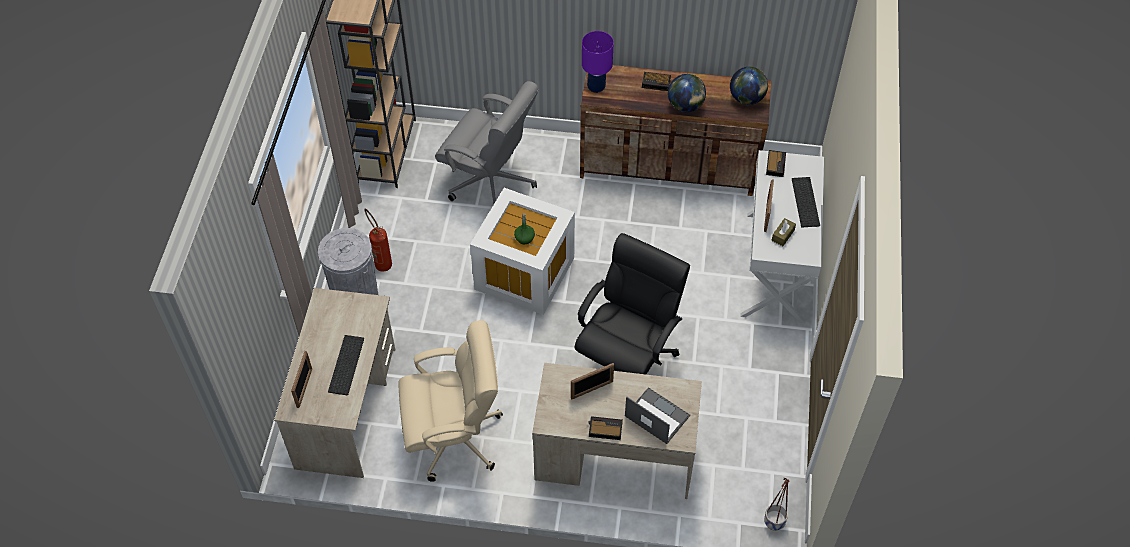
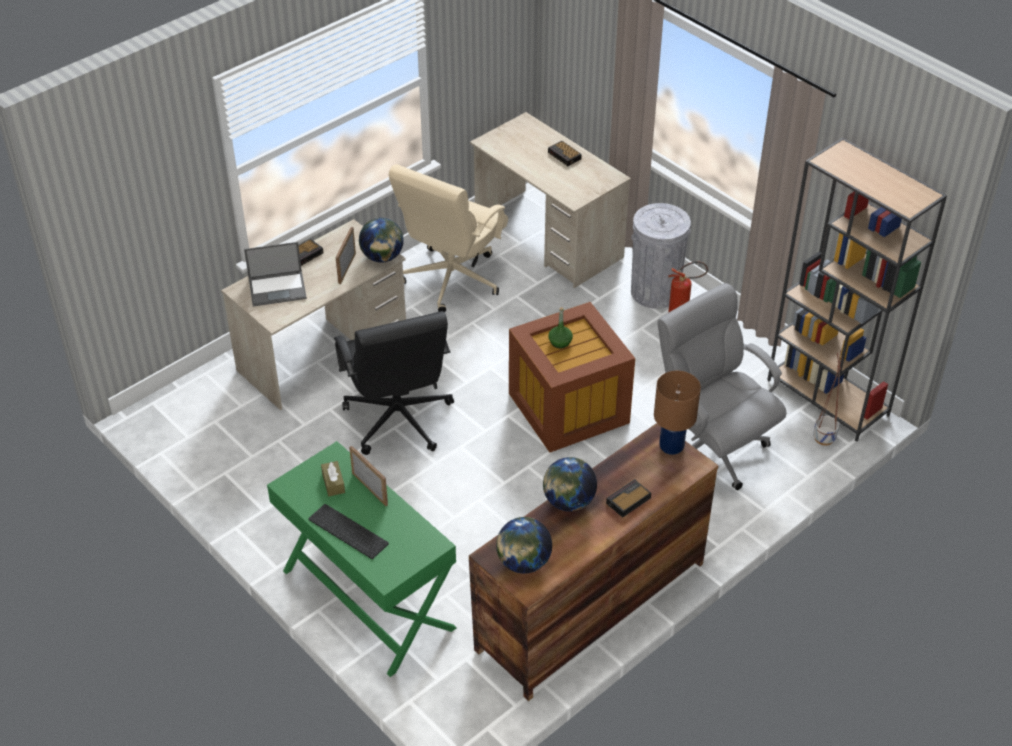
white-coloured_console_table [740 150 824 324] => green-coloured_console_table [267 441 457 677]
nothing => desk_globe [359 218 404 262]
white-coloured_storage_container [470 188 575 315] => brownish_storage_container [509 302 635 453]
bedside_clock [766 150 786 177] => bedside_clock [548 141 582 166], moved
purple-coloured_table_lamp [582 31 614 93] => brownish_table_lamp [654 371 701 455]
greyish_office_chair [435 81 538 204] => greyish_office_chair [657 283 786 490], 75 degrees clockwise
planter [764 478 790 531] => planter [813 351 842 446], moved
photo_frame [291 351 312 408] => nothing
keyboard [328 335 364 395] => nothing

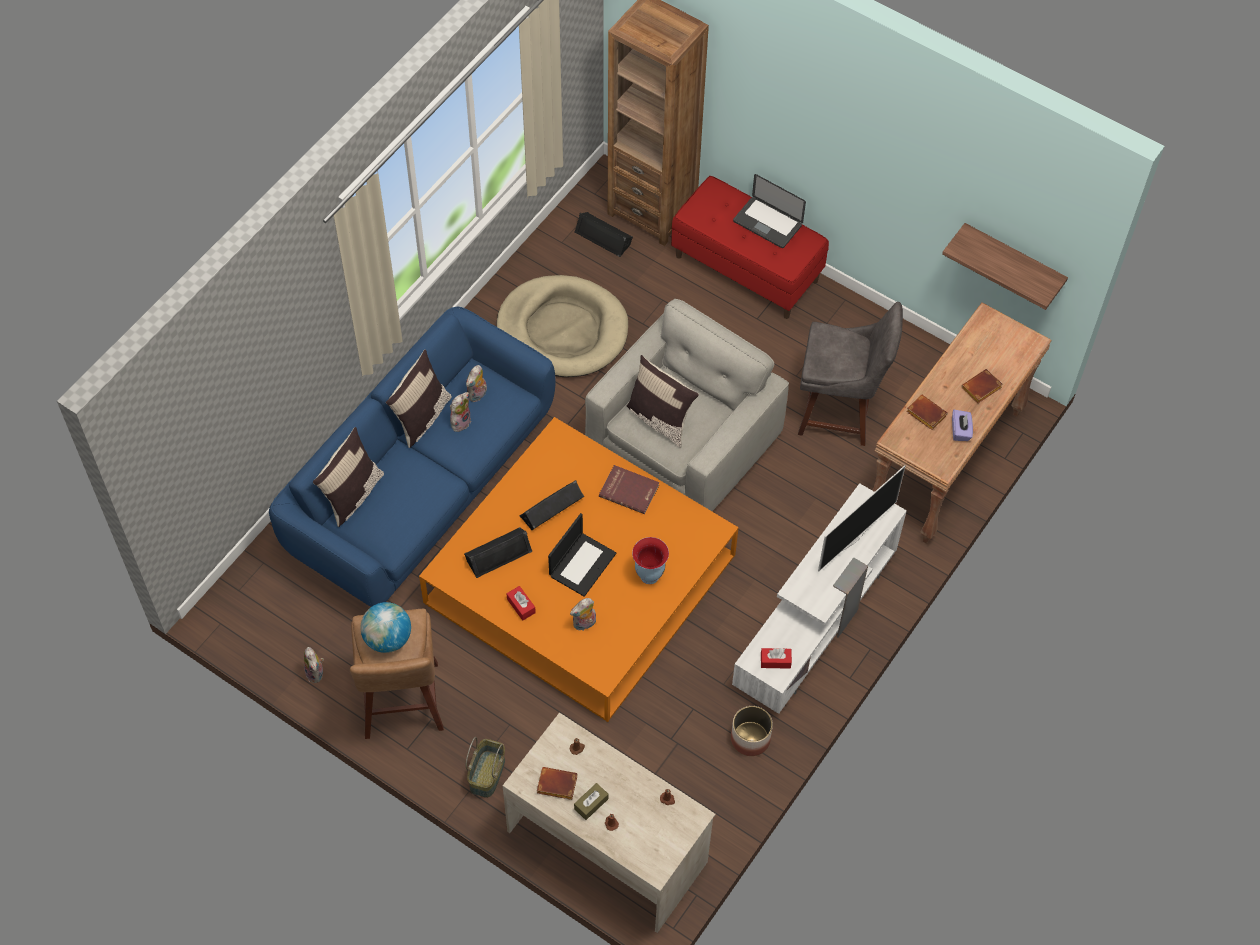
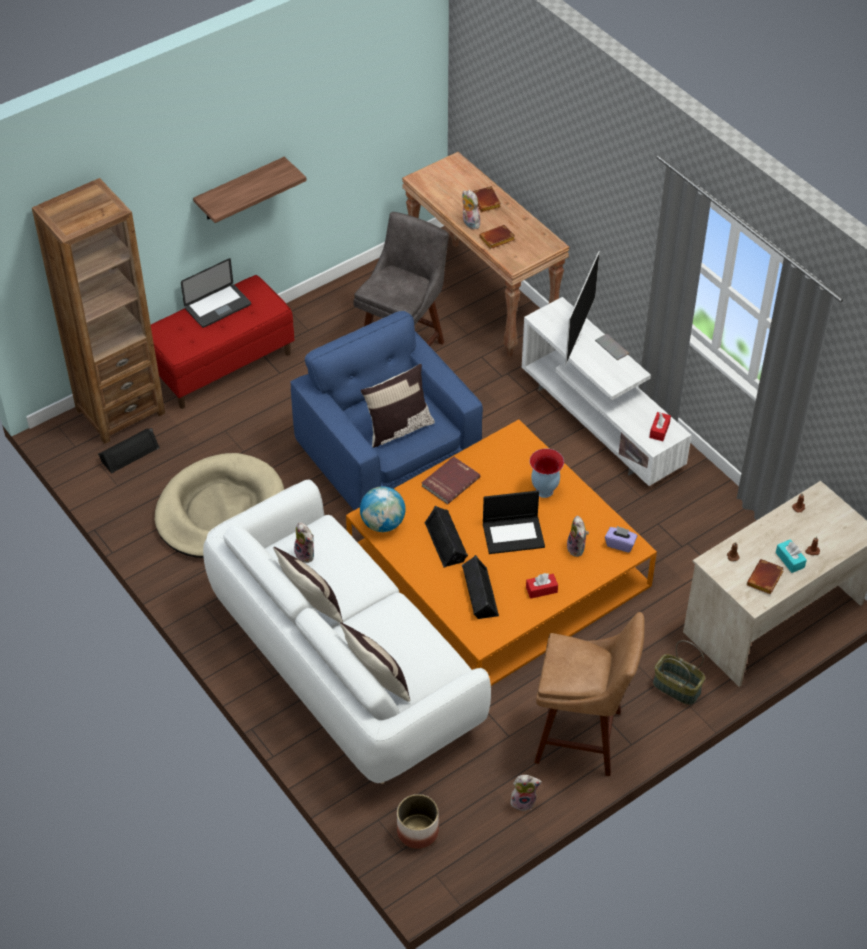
shelf [942 223 1068 310] => shelf [193 157 307 223], moved
bluish_sofa [269 307 556 607] => white-coloured_sofa [203 480 491 784]
greyish_lounge_chair [585 299 789 511] => bluish_lounge_chair [290 311 483 510]
desk_globe [360 602 411 653] => desk_globe [360 486 406 532], moved
planter [731 706 773 756] => planter [397 794 439 849], moved
soft_toy [450 392 471 432] => soft_toy [462 190 482 229], moved
laptop [548 513 616 597] => laptop [483 490 545 554], 120 degrees clockwise
television [818 465 905 571] => television [565 251 600 364], 45 degrees clockwise
purple-coloured_tissue_holder [952 410 973 441] => purple-coloured_tissue_holder [605 526 637 553], moved
brownish_tissue_holder [574 783 608 820] => blue-green_tissue_holder [776 540 807 573]

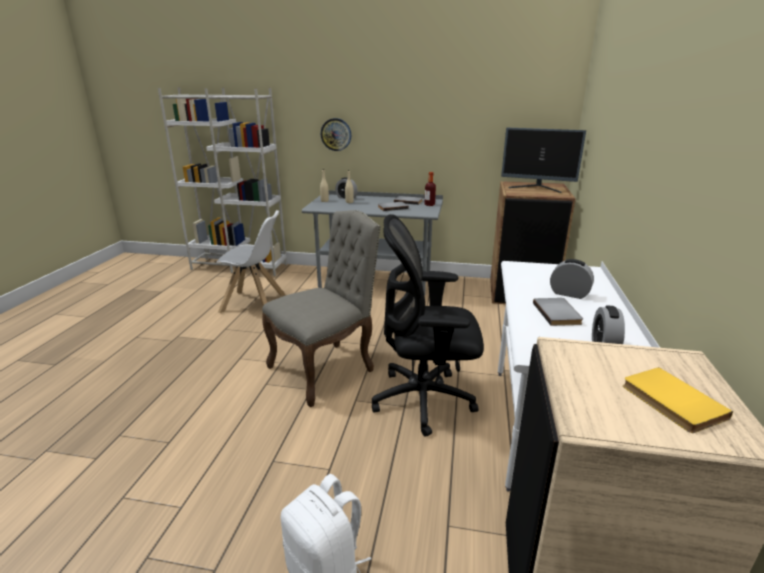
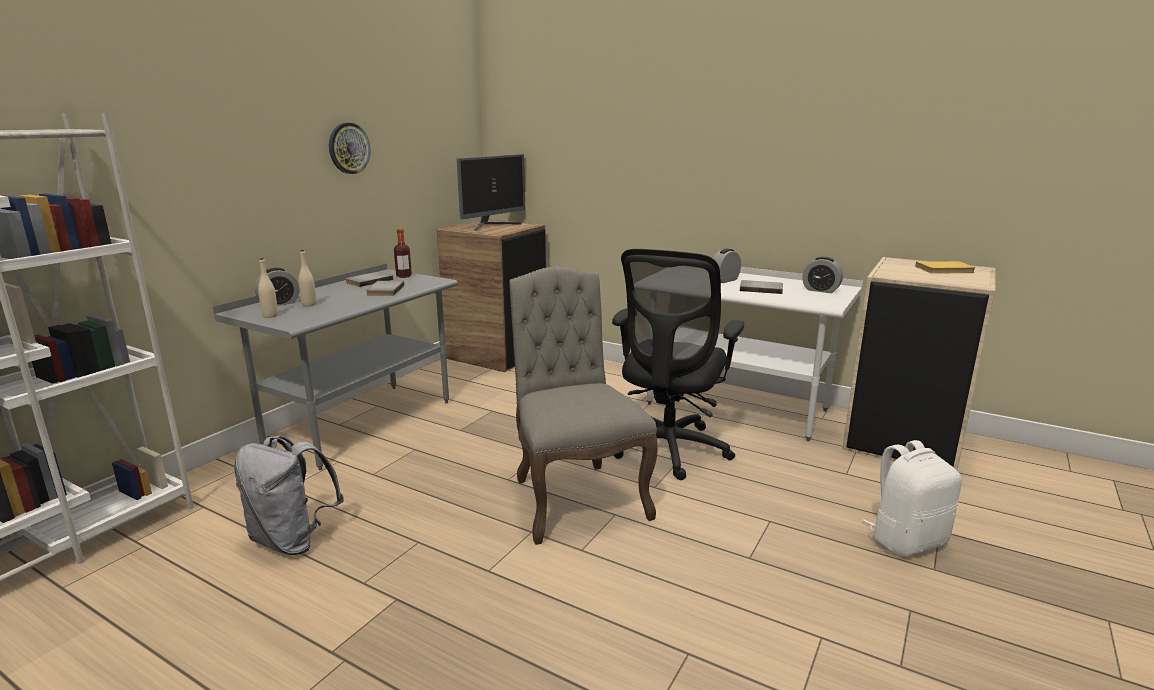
upright_chair [217 210 286 313] => greyish_rucksack [234 435 344 555]
wall_clock [321 118 351 151] => wall_clock [329 123 370 174], moved

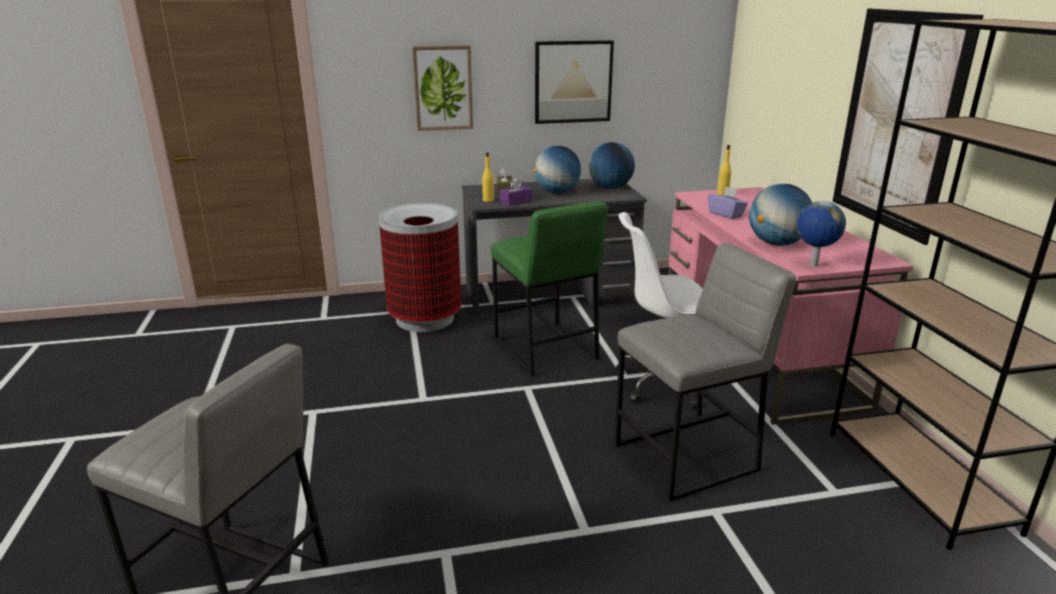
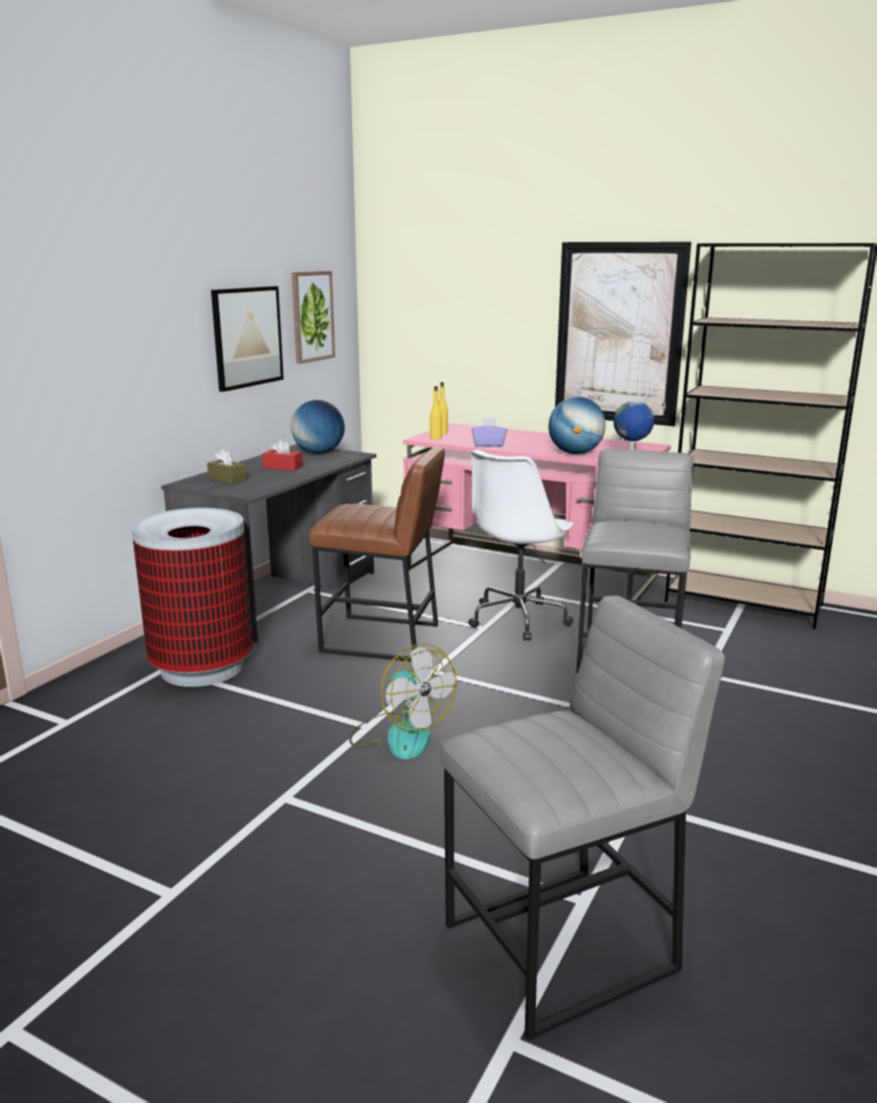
desk_globe [534 146 581 193] => red-coloured_tissue_holder [262 438 303 471]
wall_picture [412 45 473 131] => wall_picture [292 271 335 364], moved
green-coloured_upright_chair [491 201 608 376] => brownish_upright_chair [309 447 445 662]
nothing => electric_fan [349 644 457 759]
yellow_bottle [482 152 494 202] => yellow_bottle [430 386 442 440], moved
purple-coloured_tissue_holder [499 177 532 206] => nothing

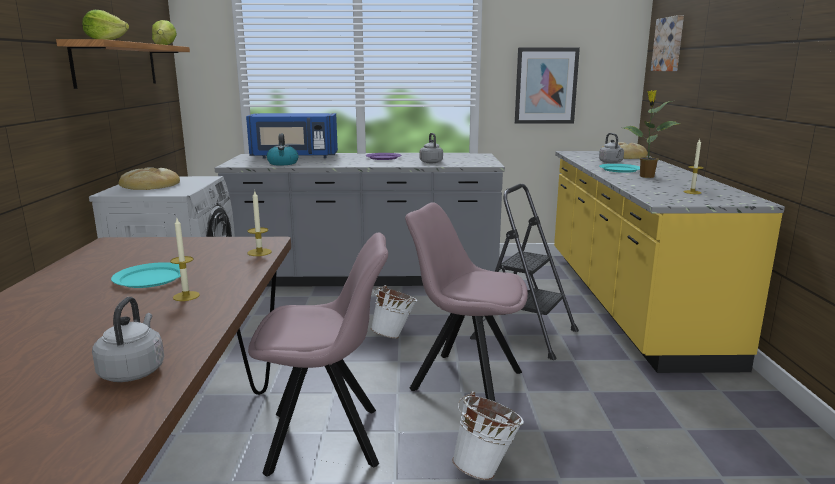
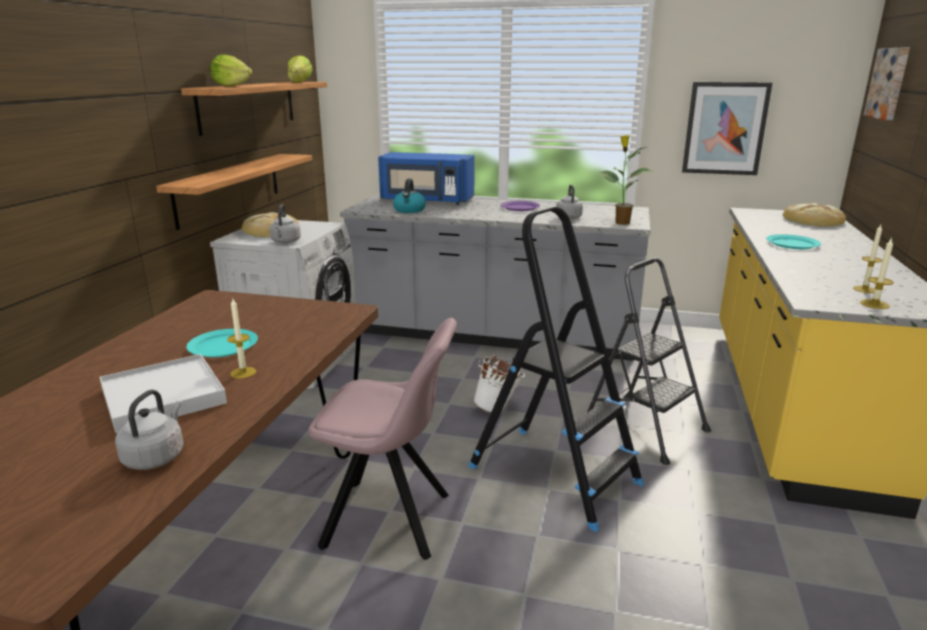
nothing => white-coloured_tray [99 354 227 433]
nothing => shelf [156 154 312 230]
greyish_water_kettle [599 133 624 163] => greyish_water_kettle [270 204 301 243], moved
pinkish_upright_chair [405 202 528 401] => black_step_stool [468 207 644 532]
potted_plant [623 90 681 178] => potted_plant [598 135 651 225], moved
wax_light [248 191 272 256] => wax_light [860 237 894 309], moved
white-coloured_bucket [452 391 524 480] => nothing

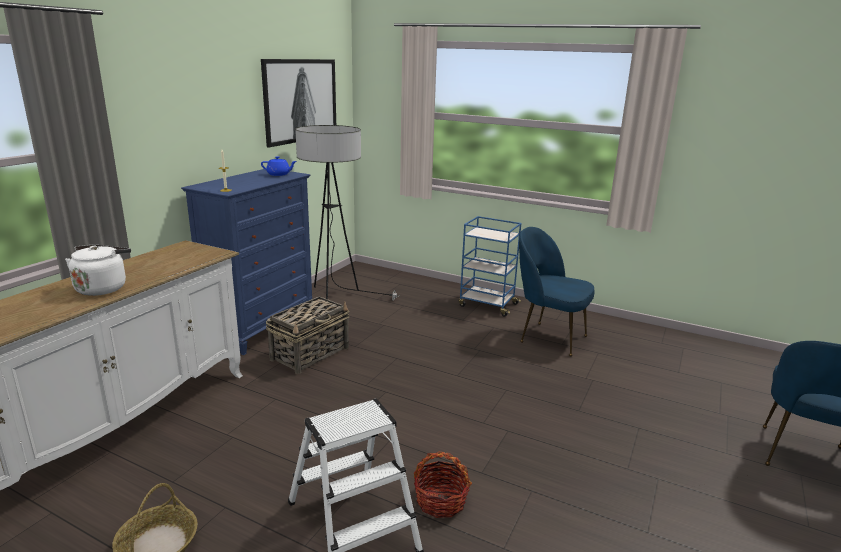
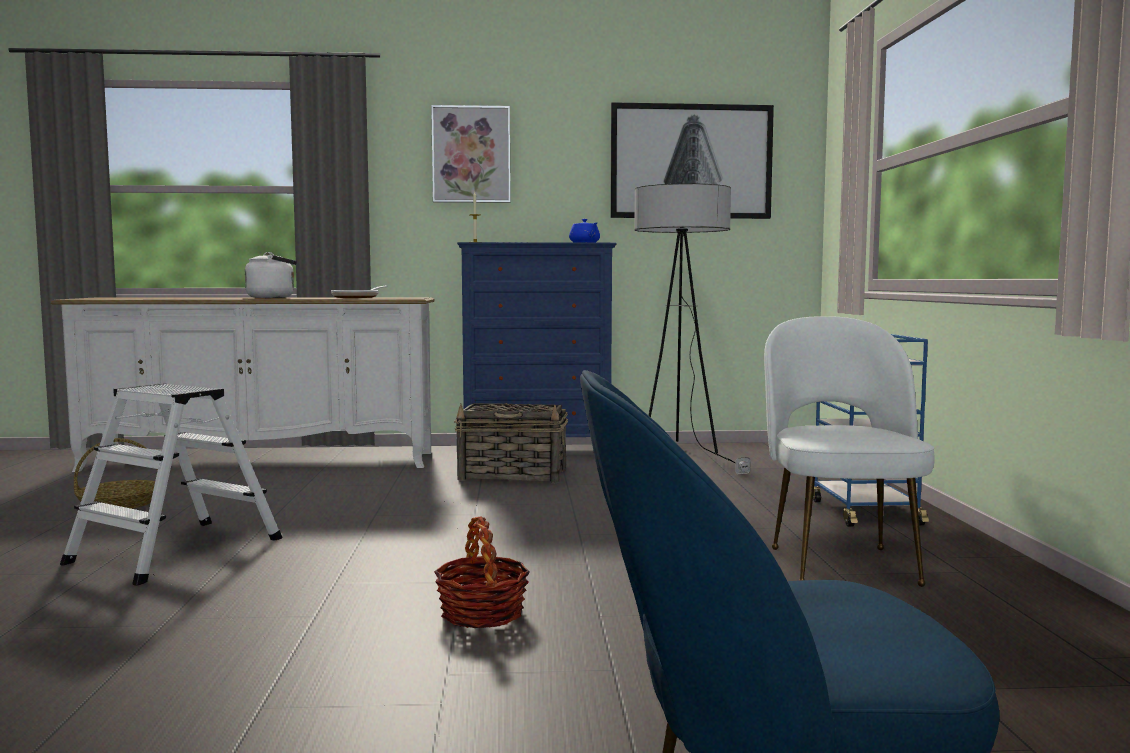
nothing => skillet [331 286 387 298]
nothing => wall_picture [431 105 511 203]
household_basket [414 451 472 518] => household_basket [434 517 530 628], moved
bluish_upright_chair [519 227 594 357] => white-coloured_upright_chair [764 316 935 587]

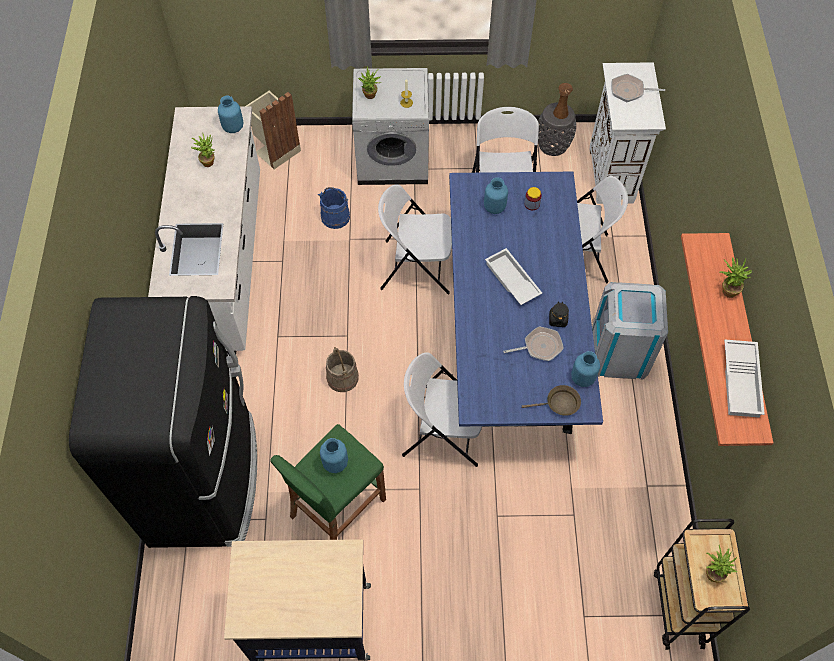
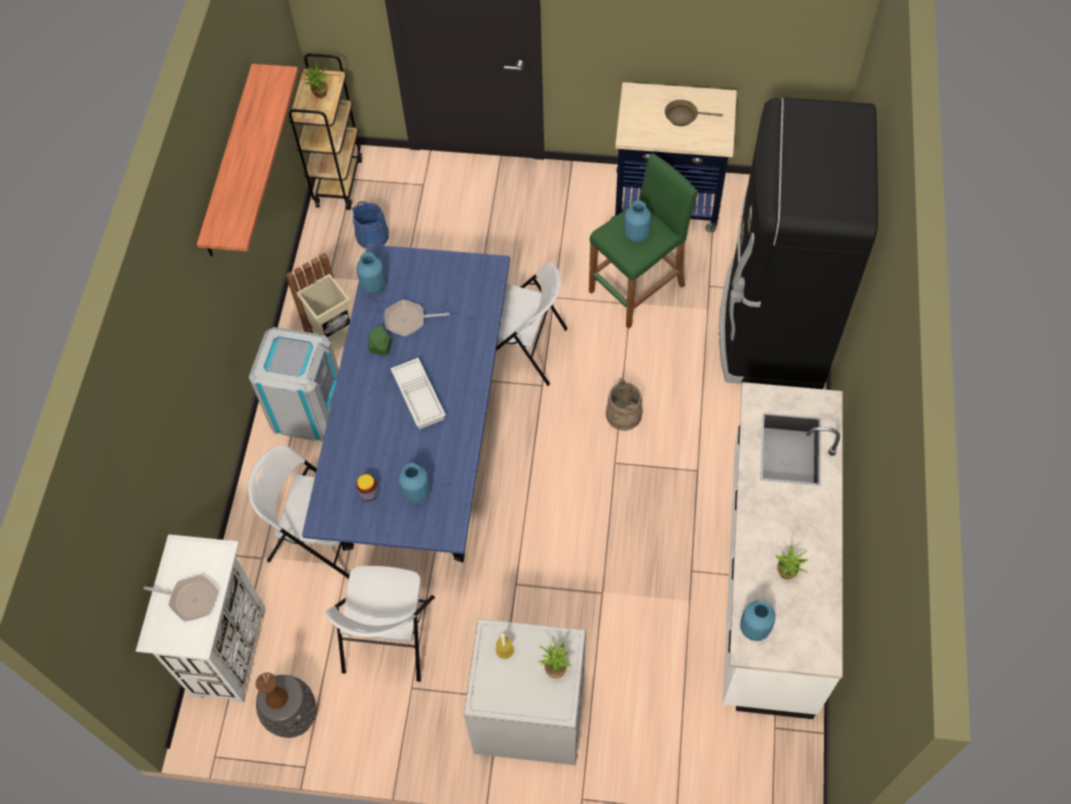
beige_waste_bin [246 91 301 169] => beige_waste_bin [286 252 351 352], moved
bluish_bucket [318 187 350 229] => bluish_bucket [351 201 389 248], moved
black_preserve_jar [549 301 569 327] => green-coloured_preserve_jar [368 326 392 355]
brownish_skillet [522 385 581 416] => brownish_skillet [665 100 723 126], moved
white-coloured_upright_chair [378 184 452 295] => nothing
potted_plant [720 257 752 298] => nothing
white-coloured_tray [724 340 765 417] => nothing

